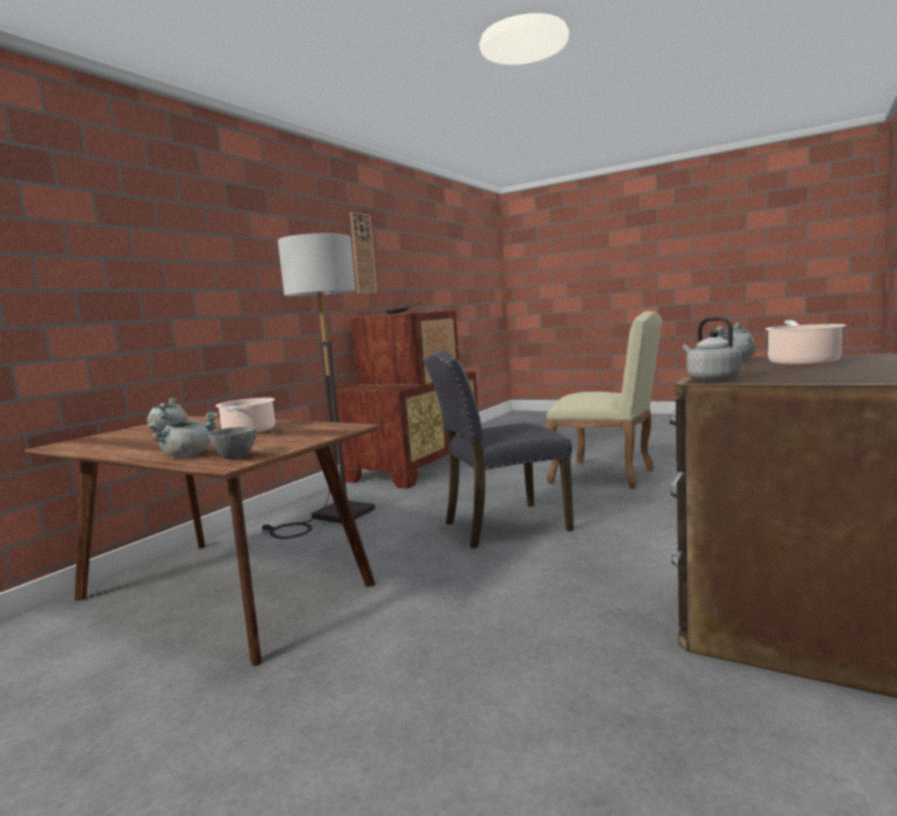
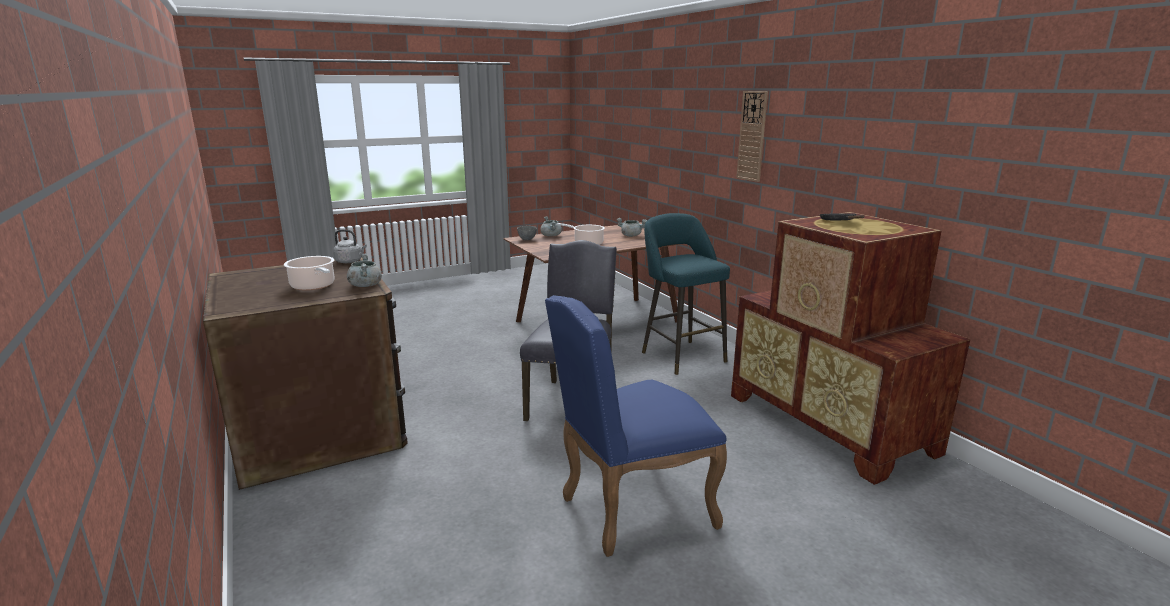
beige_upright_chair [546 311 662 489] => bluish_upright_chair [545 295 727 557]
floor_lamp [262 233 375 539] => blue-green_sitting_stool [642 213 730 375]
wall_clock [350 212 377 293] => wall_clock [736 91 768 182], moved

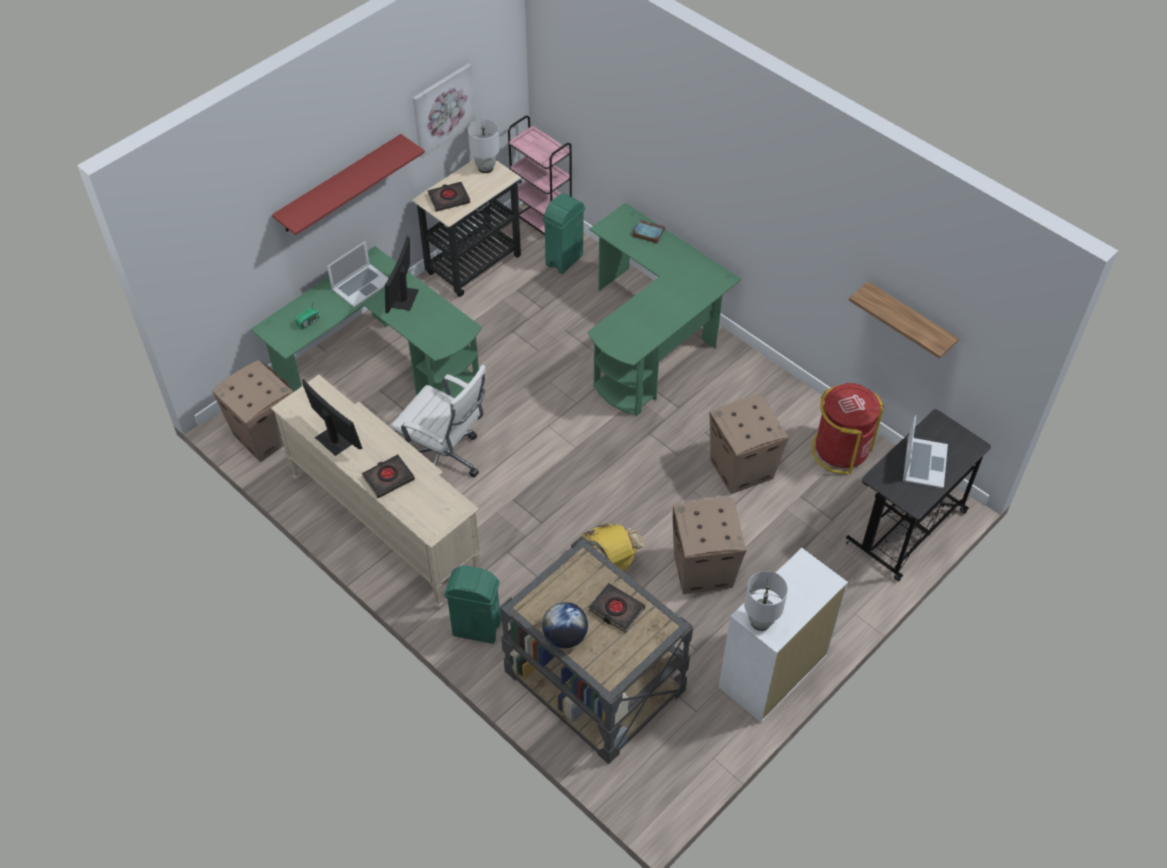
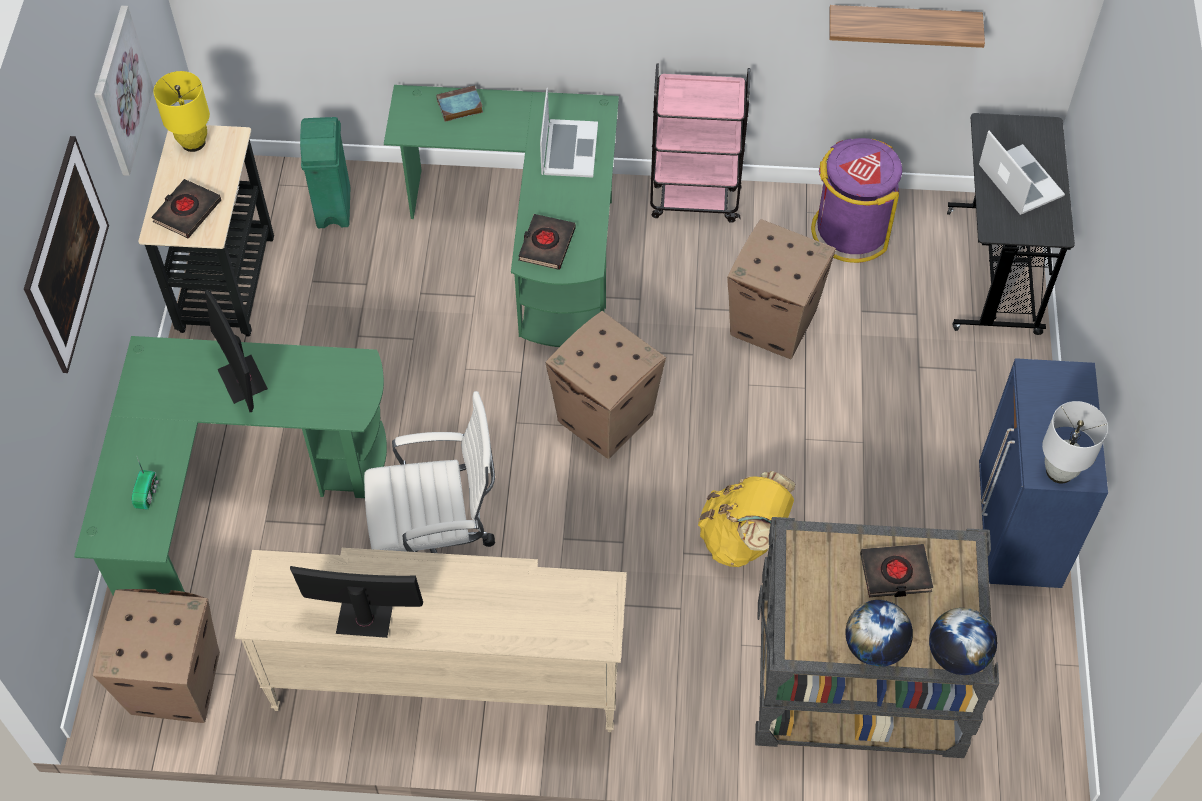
red-coloured_shelf [272 134 425 235] => wall_picture [24 136 109 373]
white-coloured_table_lamp [468 119 500 173] => yellow_table_lamp [153 71 210 152]
black_volume [362 454 415 498] => black_volume [518 214 576 270], moved
laptop [327 241 389 308] => laptop [540 88 598 178], moved
cardboard_box [673 499 746 594] => cardboard_box [546 311 666 459], moved
pinkish_cart [508 116 572 235] => pinkish_cart [650 63 750 223], moved
red-coloured_waste_bin [811 383 884 474] => purple-coloured_waste_bin [811 138 902 263]
nothing => desk_globe [929 608 997 675]
white-coloured_storage_cabinet [719 548 848 722] => bluish_storage_cabinet [979 358 1108 588]
green-coloured_waste_bin [444 566 501 644] => nothing

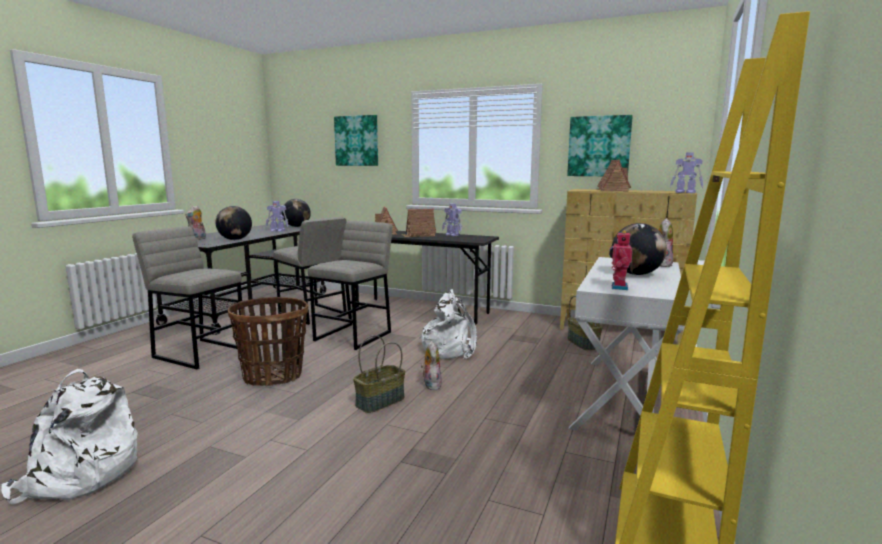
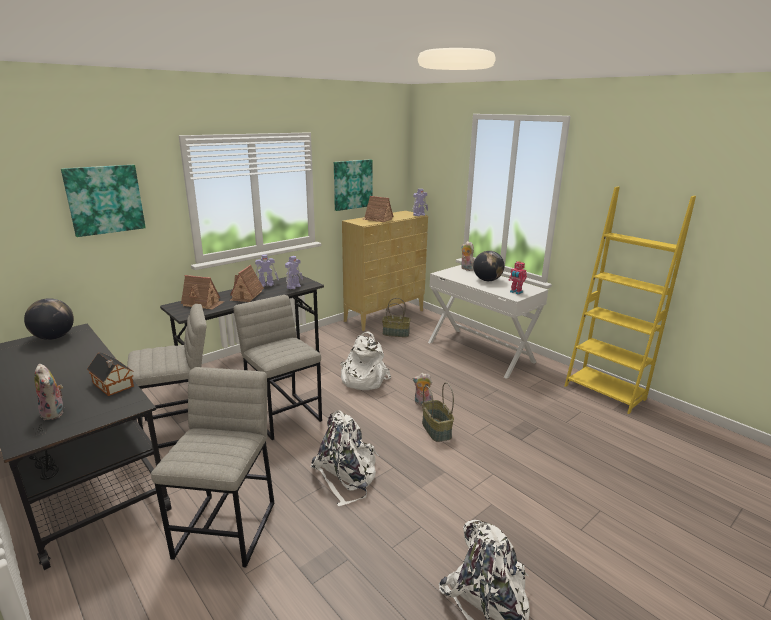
desk_globe [216 206 252 240] => miniature_house [87 352 134 396]
greyish_upright_chair [132 226 242 369] => greyish_upright_chair [151 367 274 568], 135 degrees clockwise
robot_figure [266 201 289 232] => robot_figure [285 256 303 289], moved
household_basket [228 297 308 386] => white-coloured_rucksack [310 410 379 506]

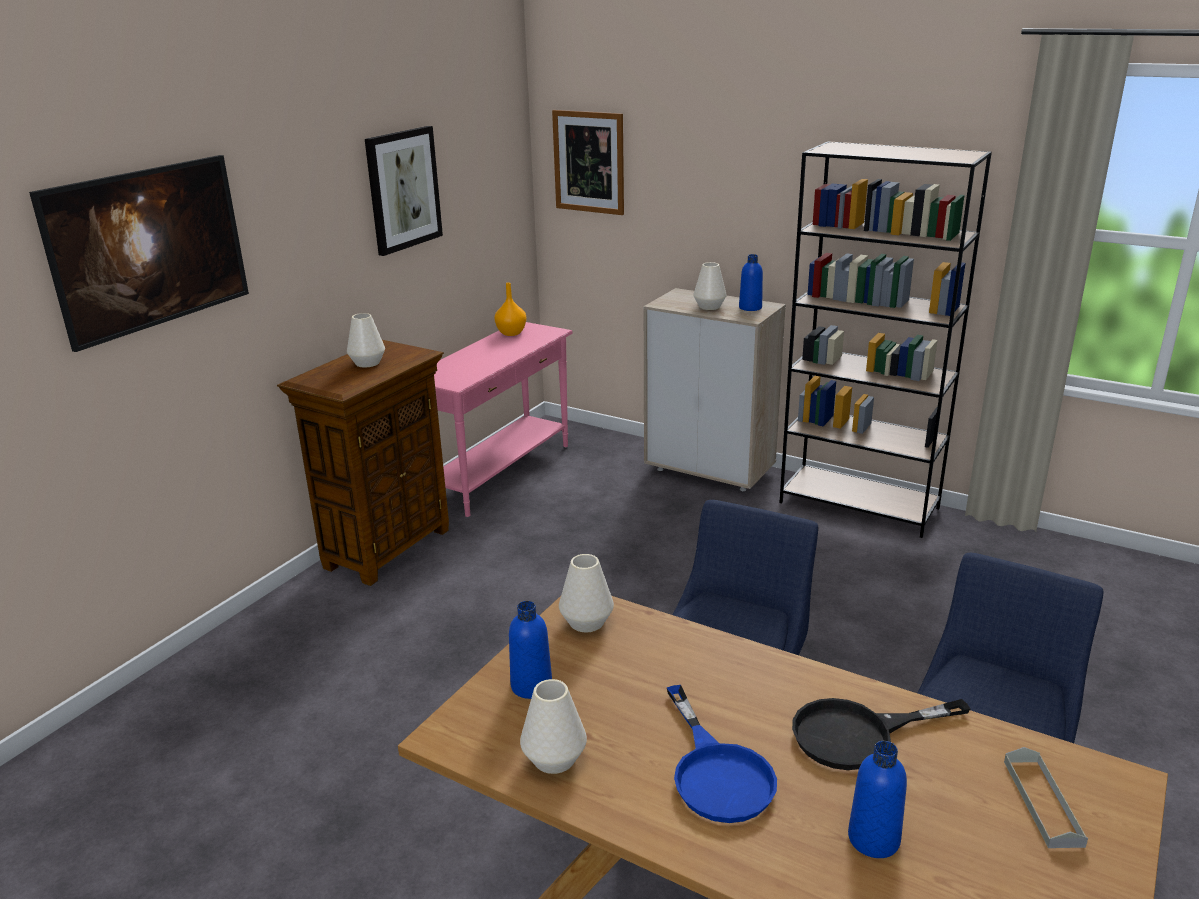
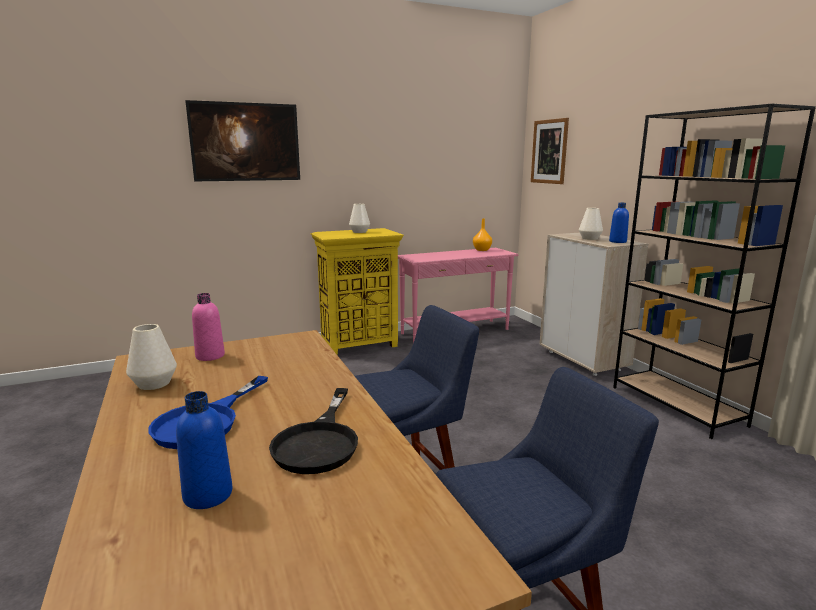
bluish_bottle [509 601 552 699] => pinkish_bottle [192 293 225 361]
black_skillet [792 698 971 770] => black_skillet [269 388 358 474], 105 degrees counterclockwise
brownish_storage_cabinet [277 340 449 586] => yellow_storage_cabinet [310 228 404 356]
wall_picture [365 126 443 256] => nothing
white-coloured_vase [559 554 614 632] => nothing
greyish_tray [1004 747 1088 848] => nothing

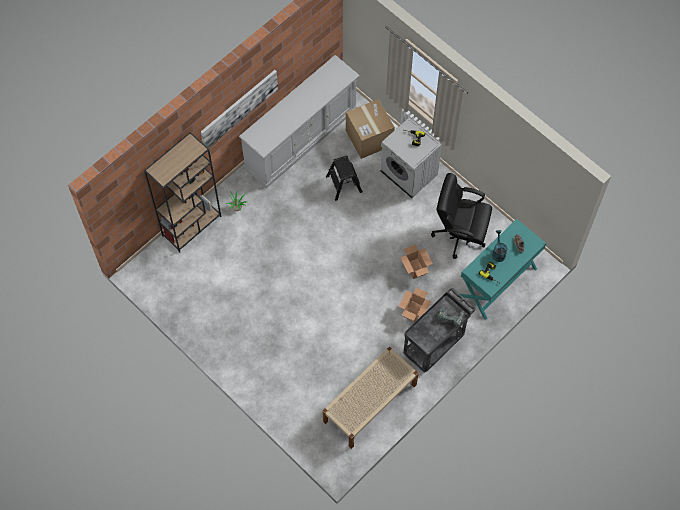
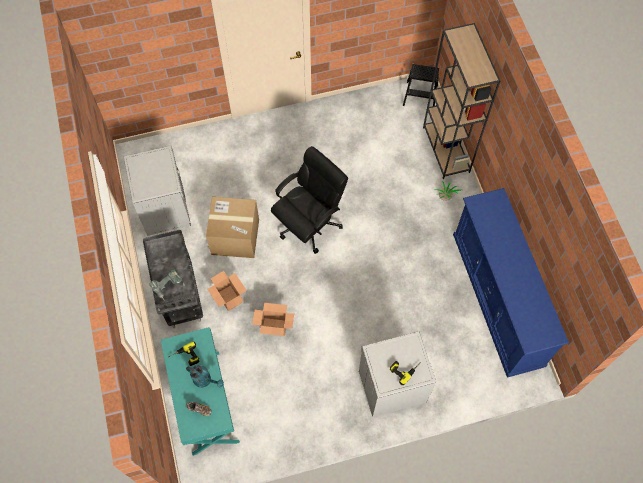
beige_long_seat [322 346 419 449] => white-coloured_laundry_machine [123 146 191 236]
cardboard_box [346 99 395 159] => cardboard_box [206 197 259 258], moved
black_office_chair [431 173 492 259] => black_office_chair [271 146 348 254], moved
black_step_stool [326 156 363 201] => black_step_stool [403 64 439 106], moved
white-coloured_storage_cabinet [239 55 360 188] => bluish_storage_cabinet [453 188 569 378]
wall_picture [201 70 278 148] => nothing

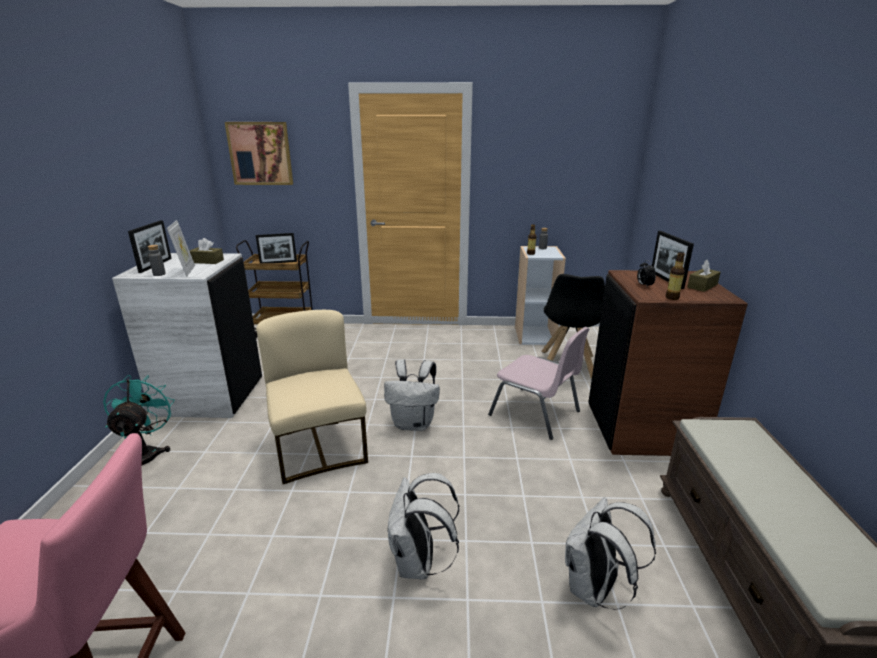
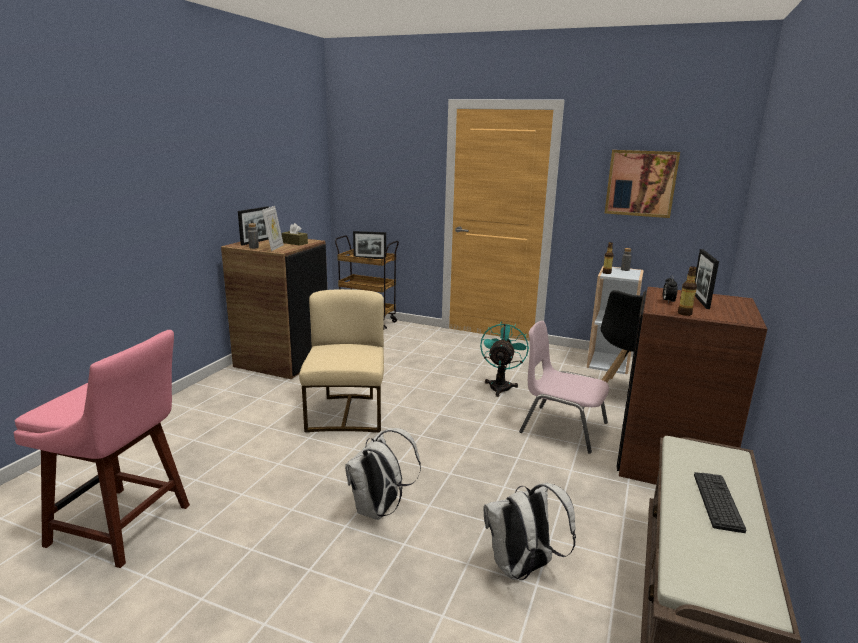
white-coloured_storage_cabinet [112 253 262 418] => brownish_storage_cabinet [221 239 327 379]
blue-green_electric_fan [103 375 175 466] => blue-green_electric_fan [480 321 529 397], moved
pinkish_upright_chair [488 327 589 440] => pinkish_upright_chair [519 321 609 454], 150 degrees clockwise
wall_picture [225 122 293 185] => wall_picture [605 150 680 218], moved
nothing => keyboard [694 472 746 533]
white-coloured_rucksack [384 359 440 431] => nothing
brownish_tissue_holder [687 260 721 292] => nothing

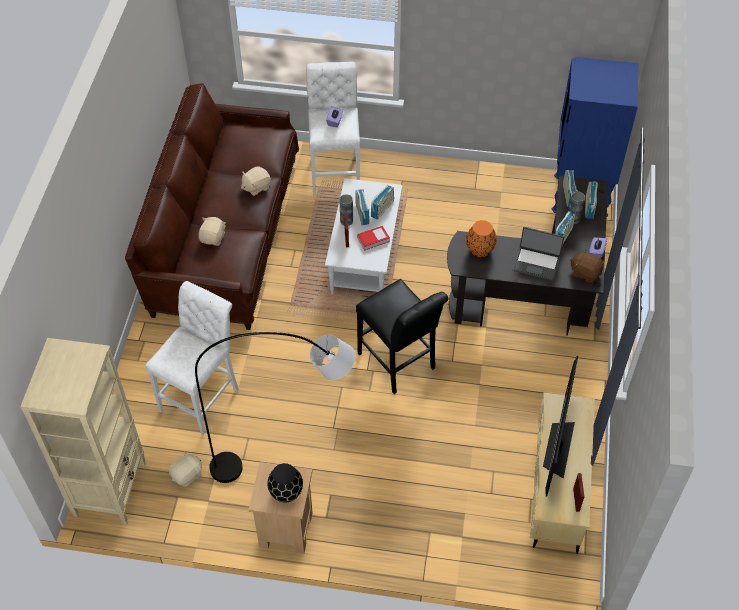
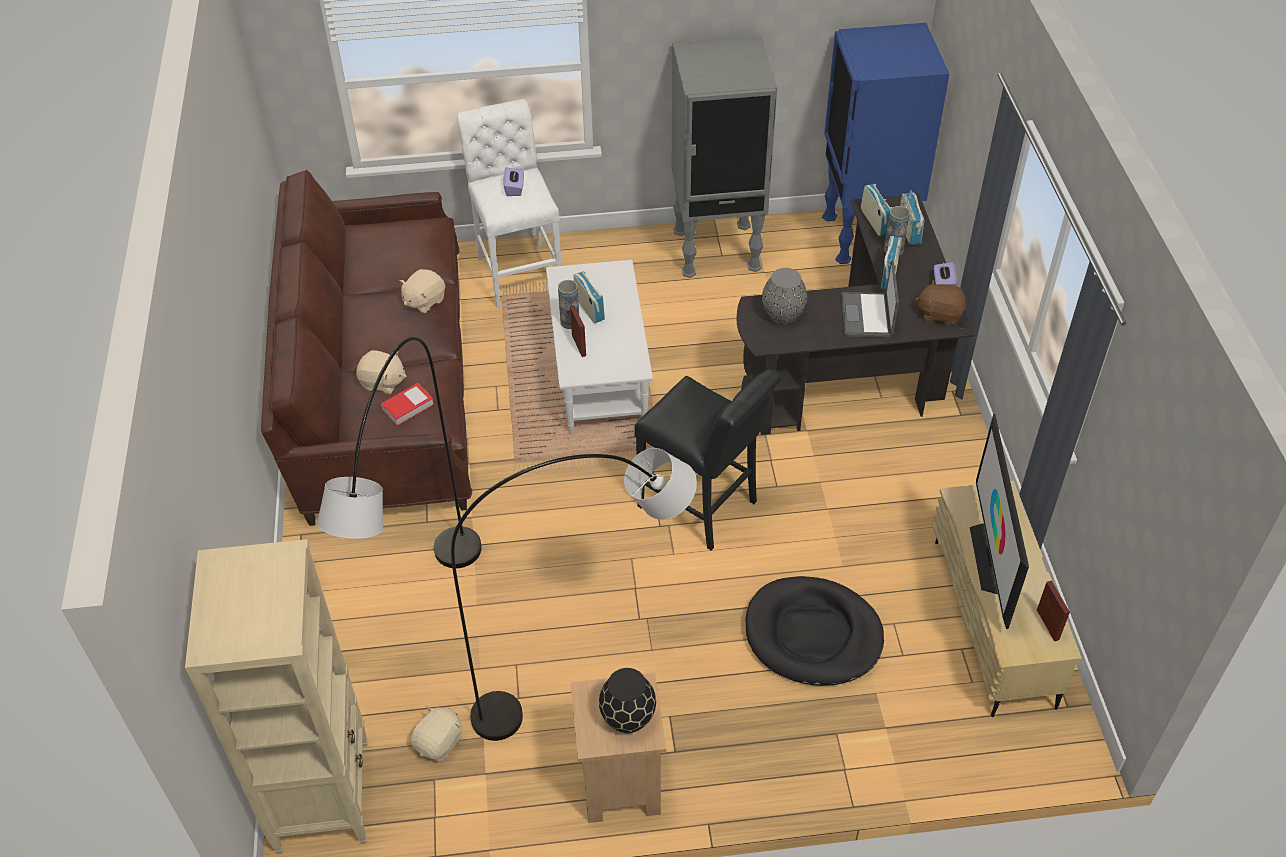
white-coloured_sitting_stool [145 281 239 435] => greyish_floor_lamp [317 337 482 568]
beige_soft_toy [198 217 226 246] => beige_soft_toy [356 350 406 394], 105 degrees clockwise
volume [357 226 390 250] => volume [381 383 434 426], moved
nothing => greyish_storage_cabinet [672 35 777 278]
nothing => black_dog_cushion [746 576 884 686]
orange_vase [466 220 497 257] => greyish_vase [762 268 807 325]
laptop [513 227 564 281] => laptop [842 260 899 338], 90 degrees clockwise
radio [371 185 394 220] => nothing

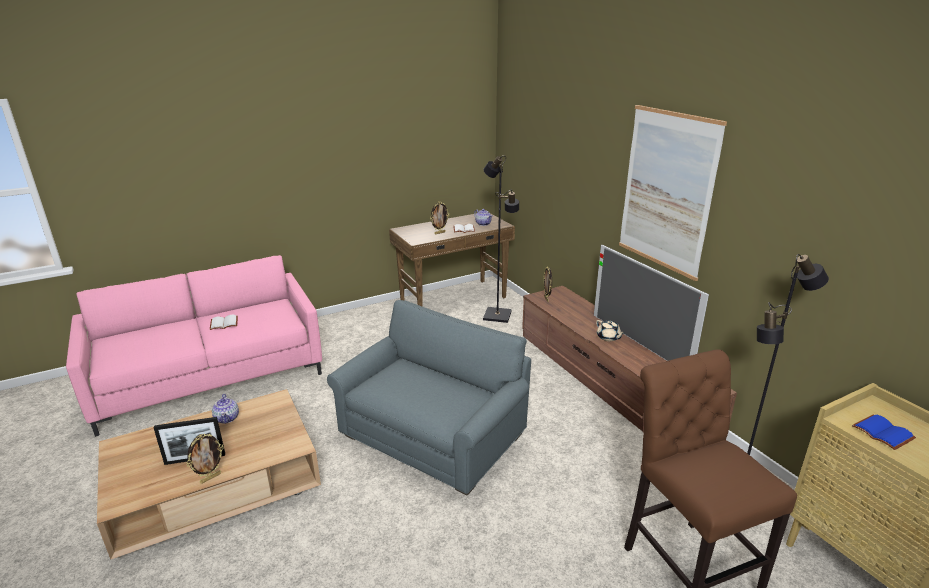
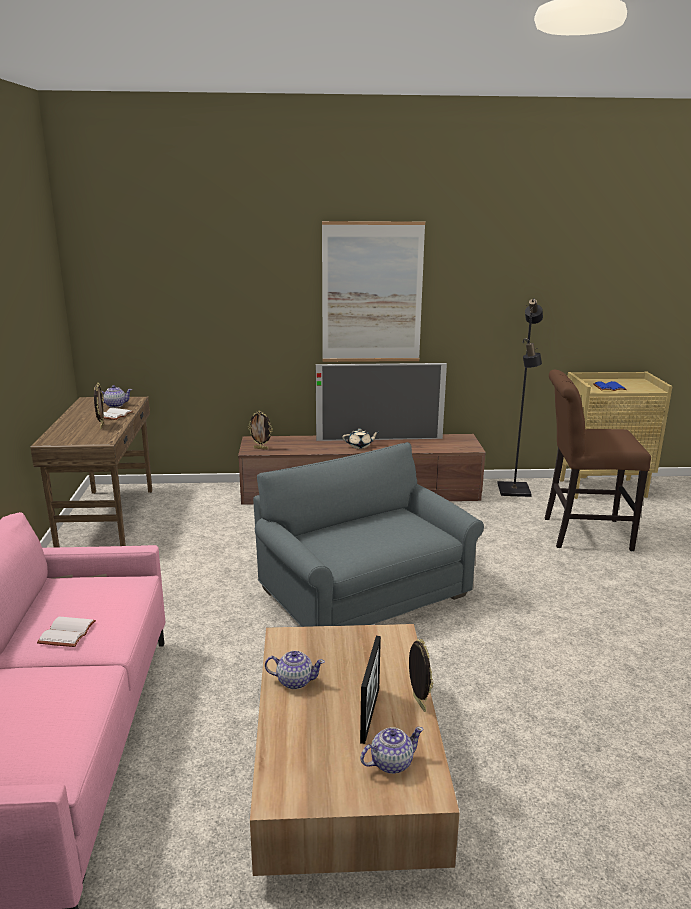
nothing => pot_for_tea [360 727 424 774]
black_floor_lamp [483 156 519 323] => nothing

